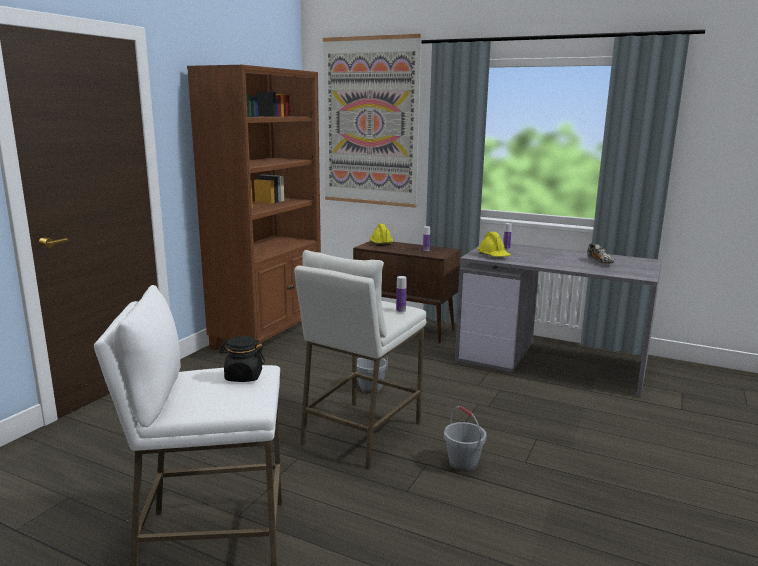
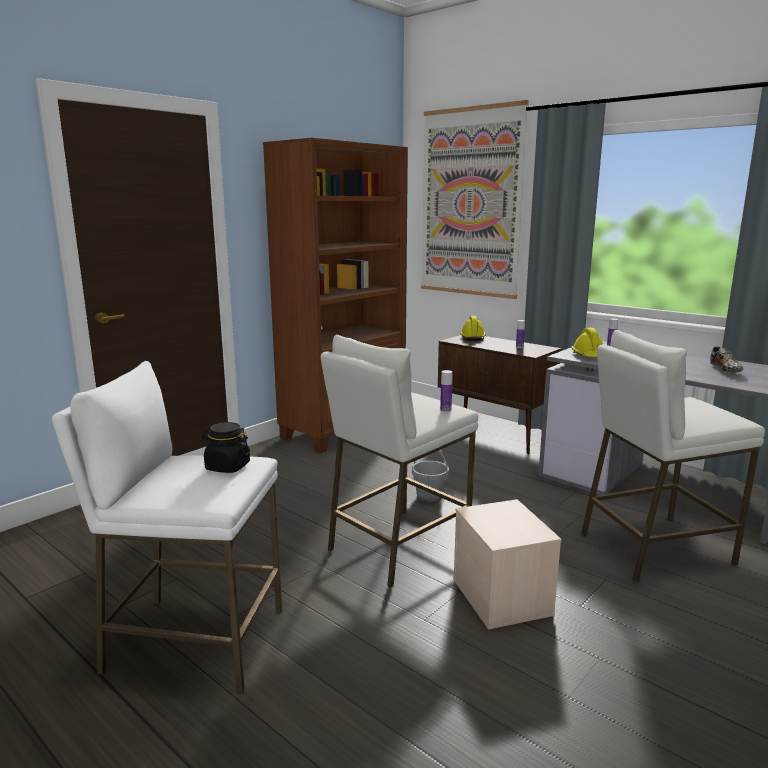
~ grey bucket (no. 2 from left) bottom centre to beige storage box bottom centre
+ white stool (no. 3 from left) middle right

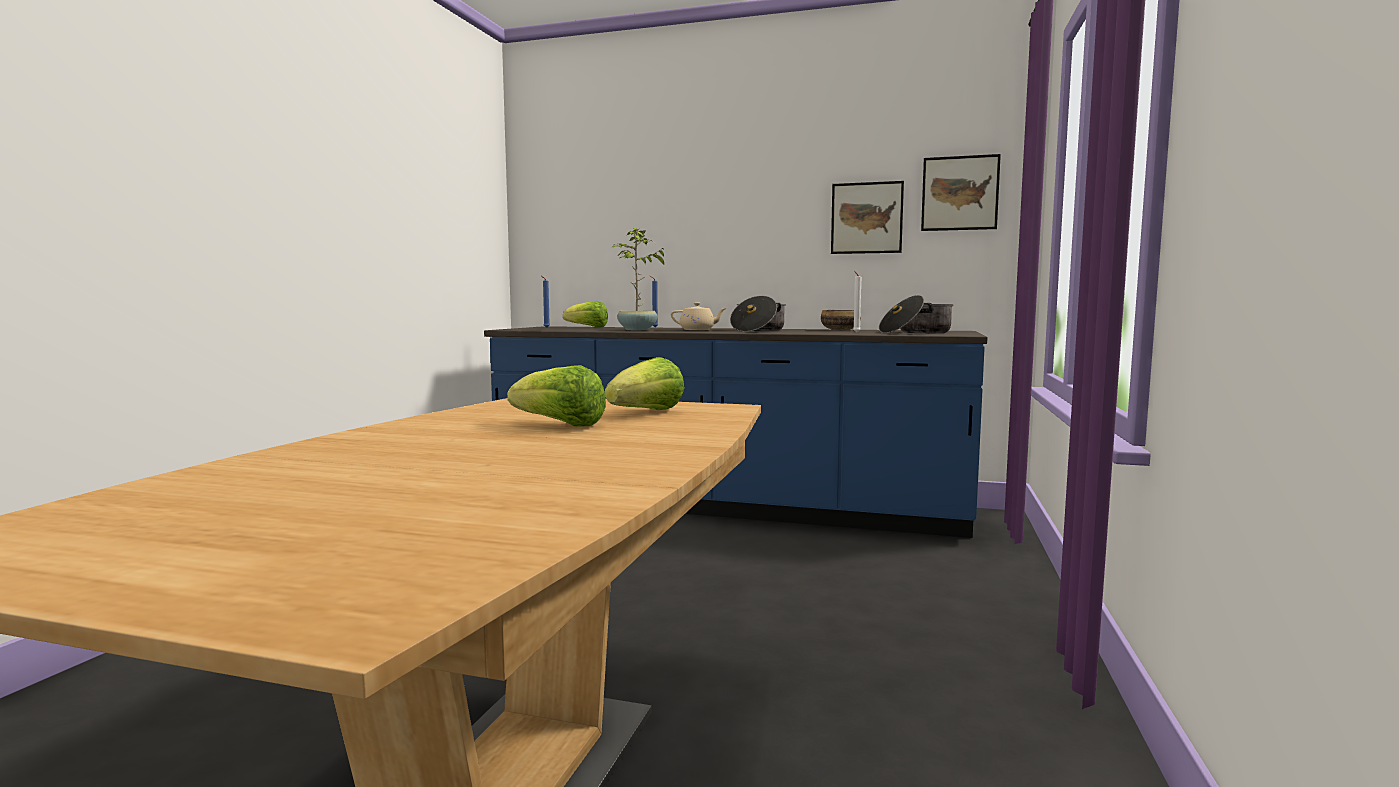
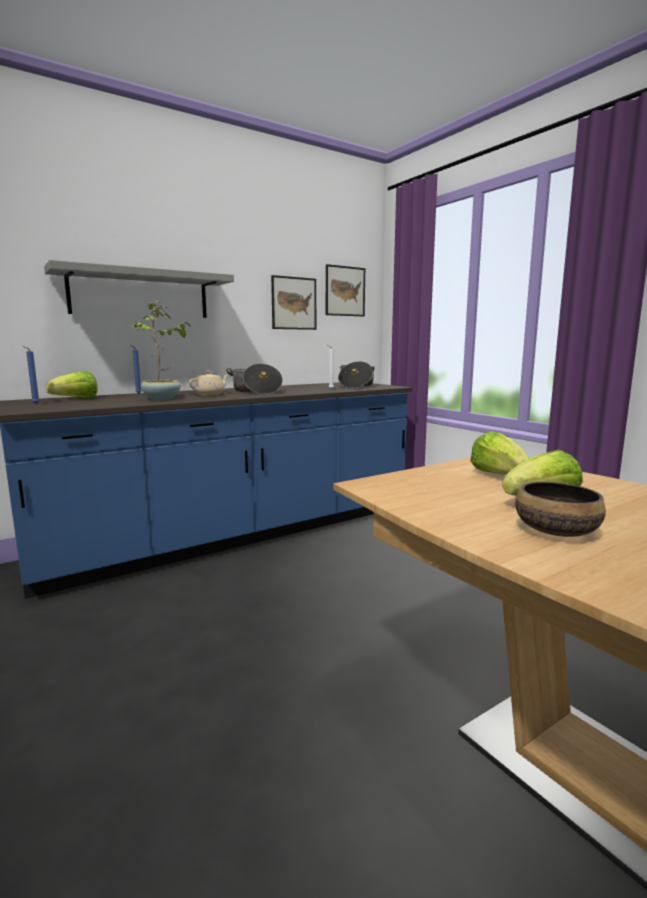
~ bowl centre to middle right
+ grey shelf top left

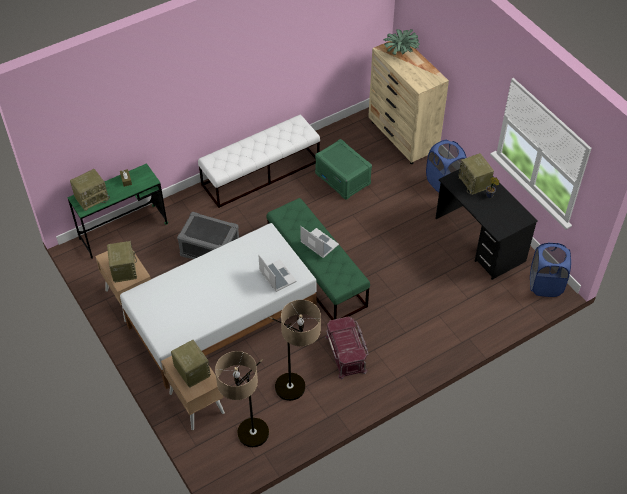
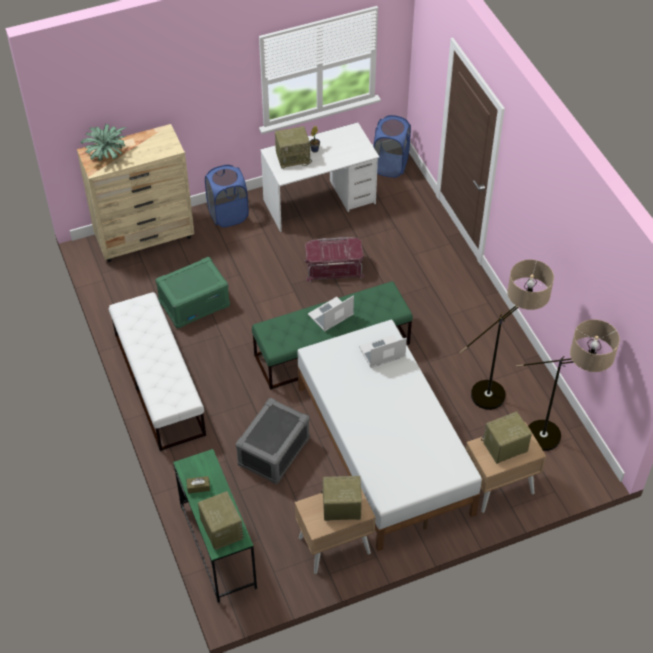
~ red storage box bottom centre to centre
~ black desk middle right to white desk top centre

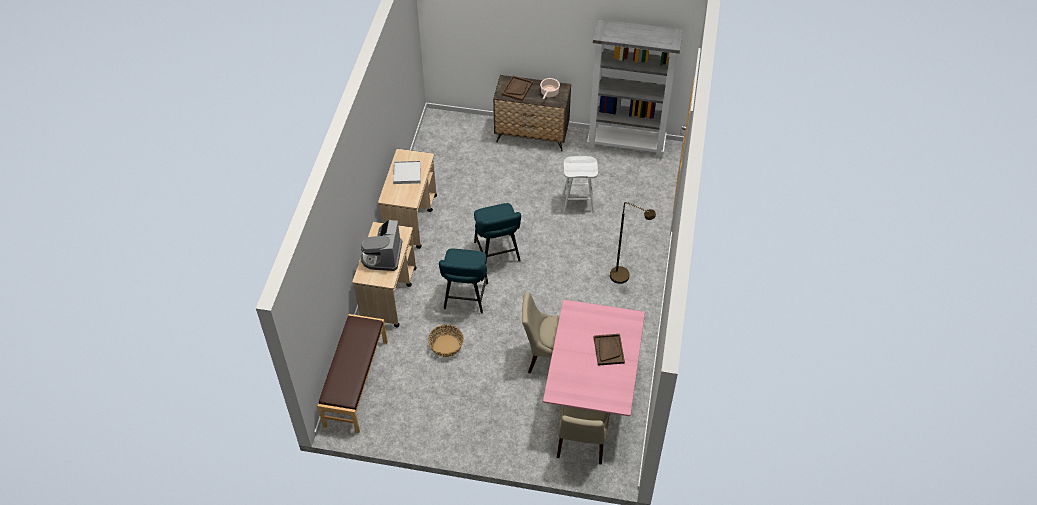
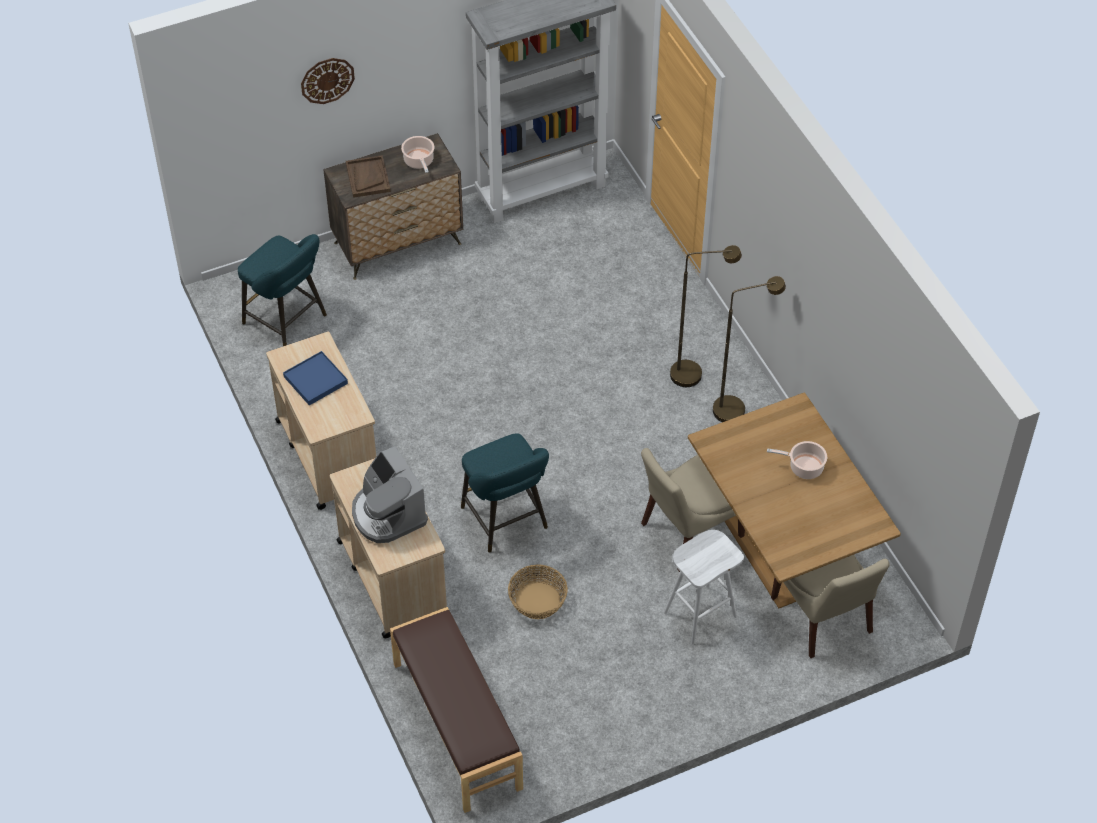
~ white tray centre to blue tray middle left
~ turquoise stool (no. 2 from left in the first image) centre to turquoise stool (no. 1 from left) middle left
~ pink dining table bottom centre to brown dining table middle right
~ white stool centre to bottom centre
~ brown tray (no. 2 from left) bottom centre to cooking pot (no. 2 from left) middle right
+ wall clock top left
+ brown floor lamp (no. 2 from left) middle right

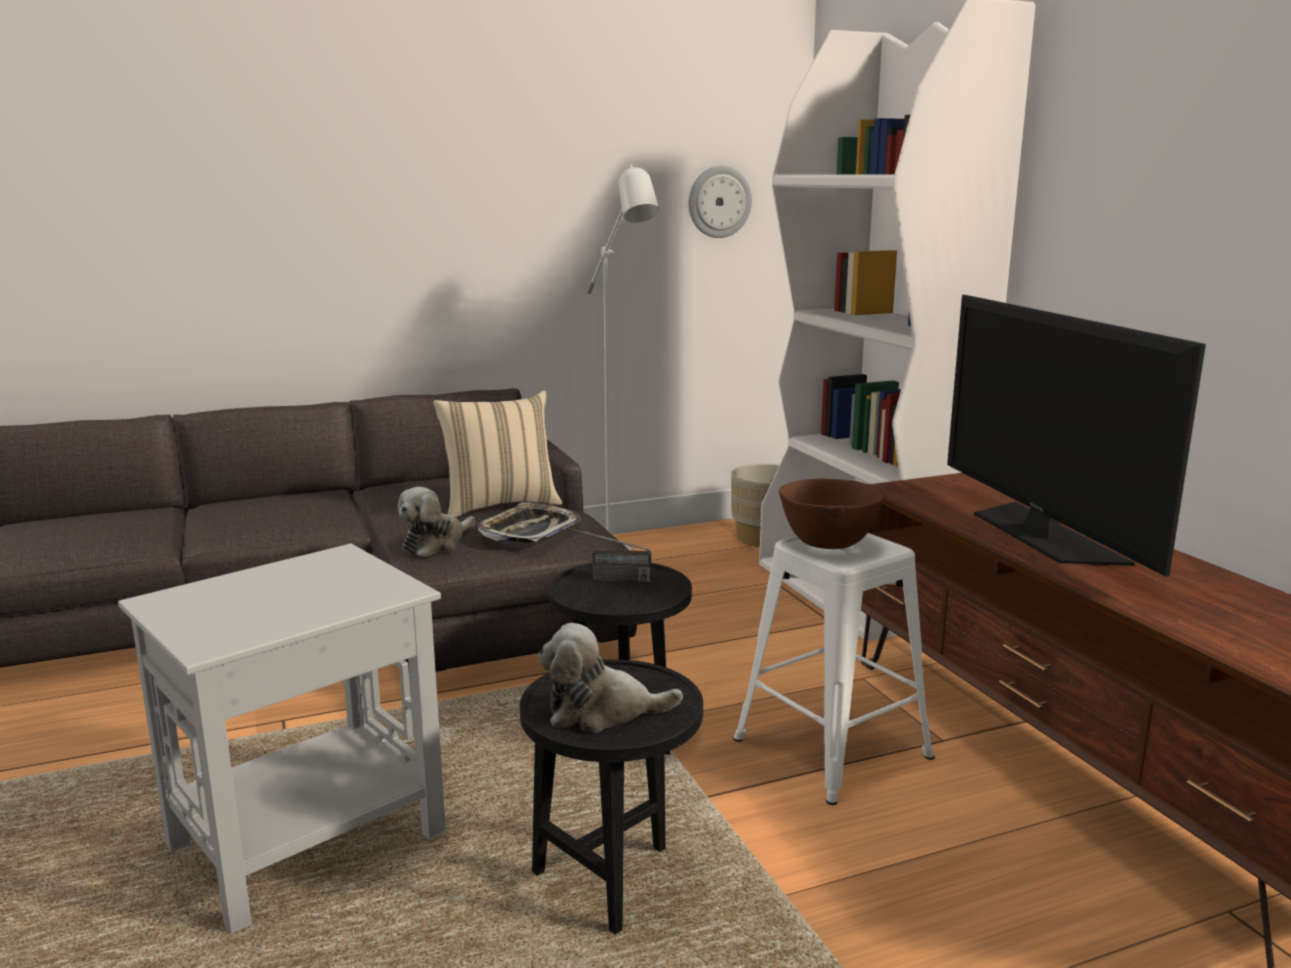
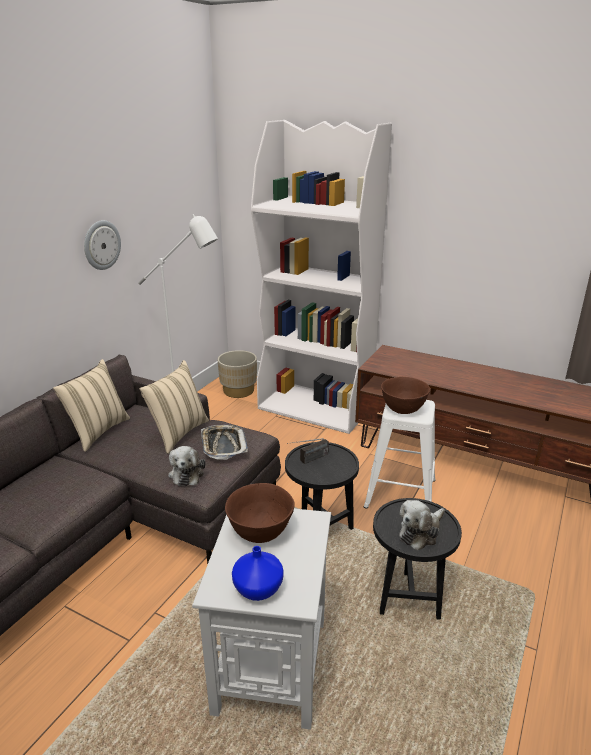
~ wall clock top centre to top left
- television middle right
+ beige pillow (no. 1 from left) middle left
+ brown bowl (no. 1 from left) bottom centre
+ blue vase bottom centre

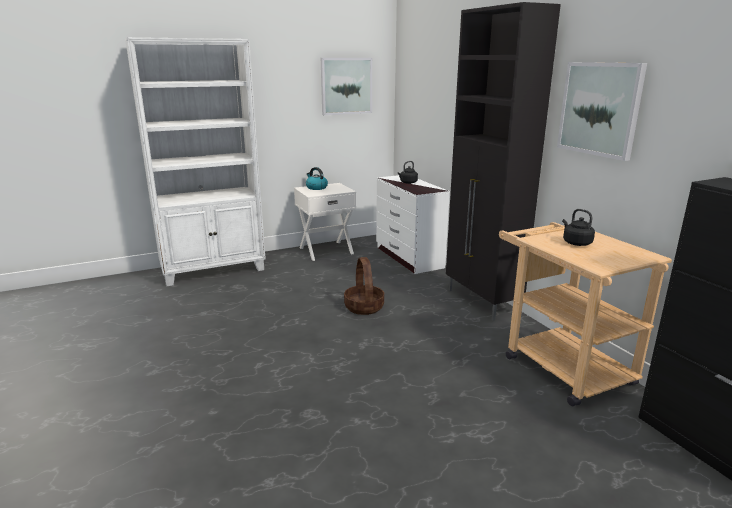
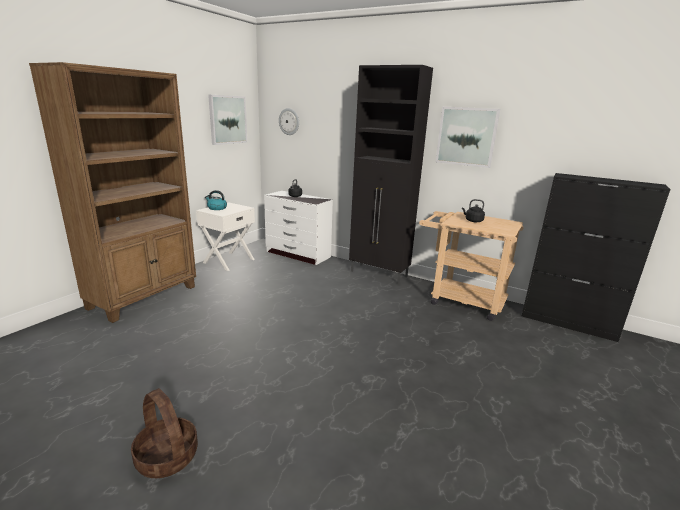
~ white bookcase top left to brown bookcase middle left
~ basket centre to bottom left
+ wall clock top centre

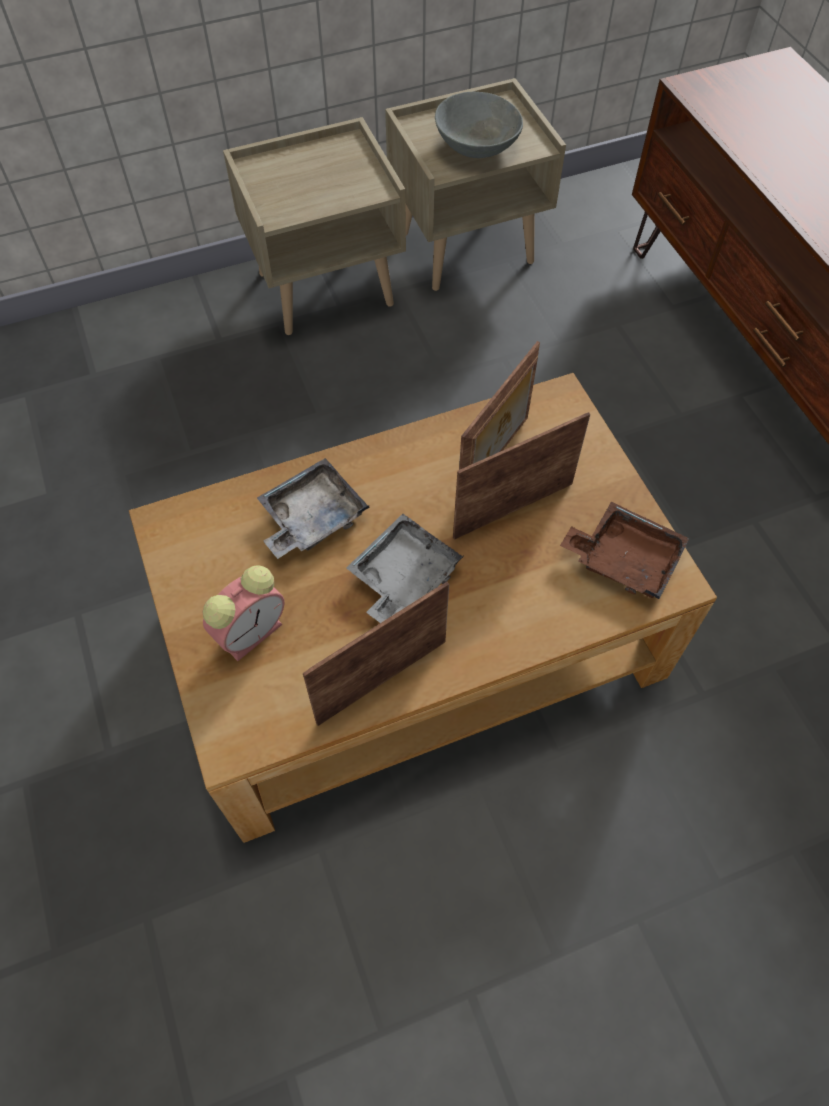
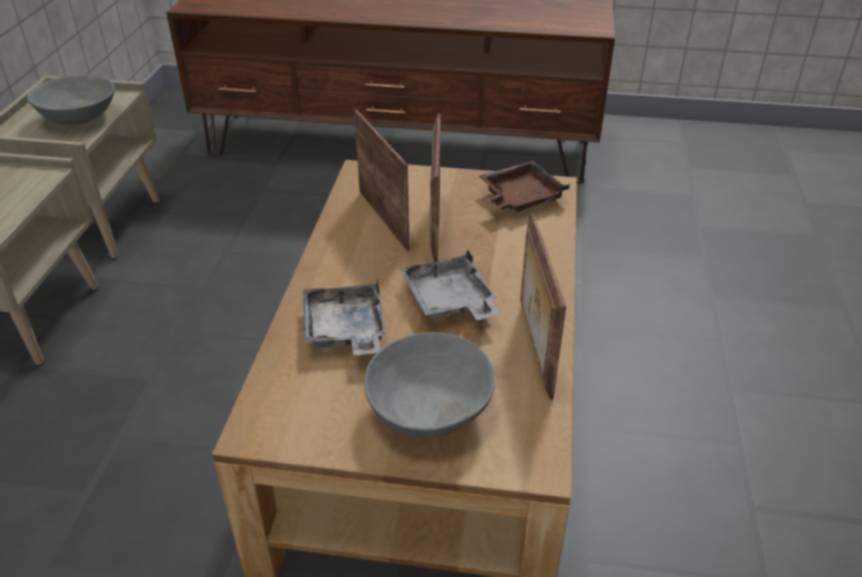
~ alarm clock middle left to grey bowl (no. 2 from left) bottom centre

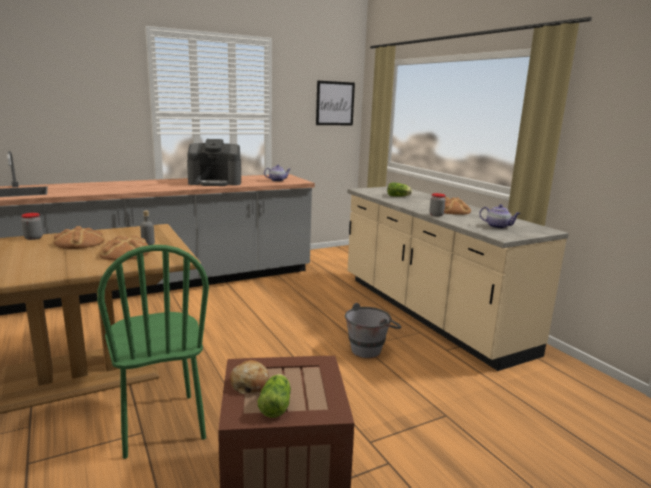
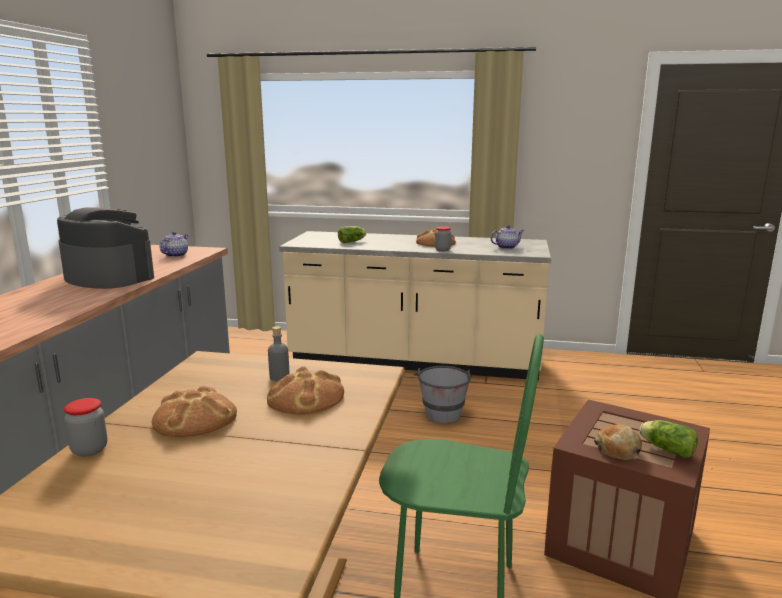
~ coffee machine top left = middle left 90 degrees counterclockwise
- picture top centre

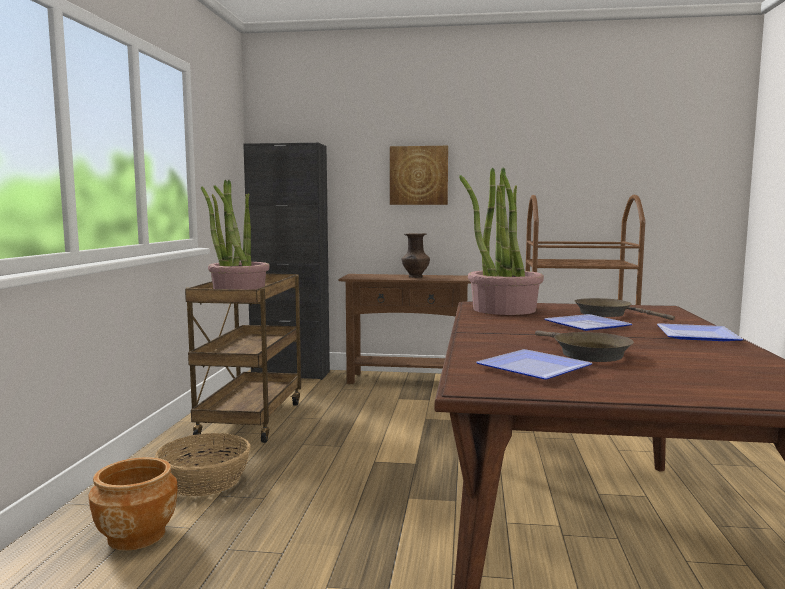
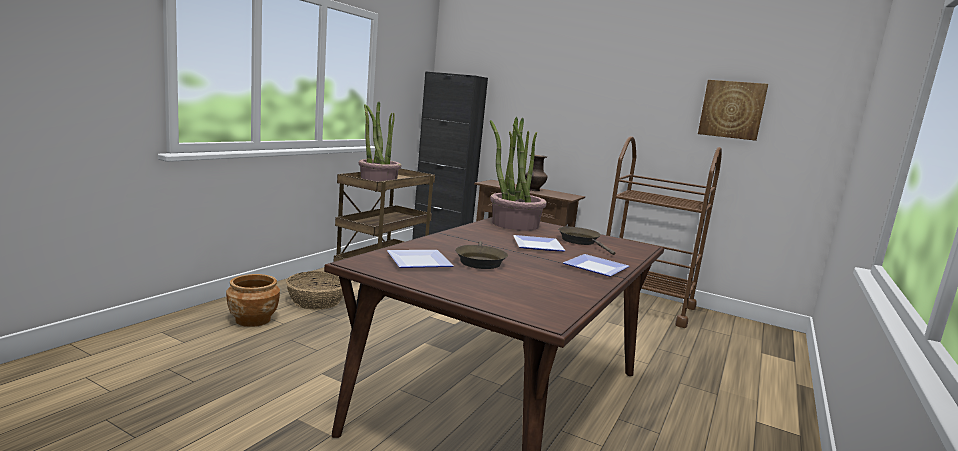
~ picture top centre to top right

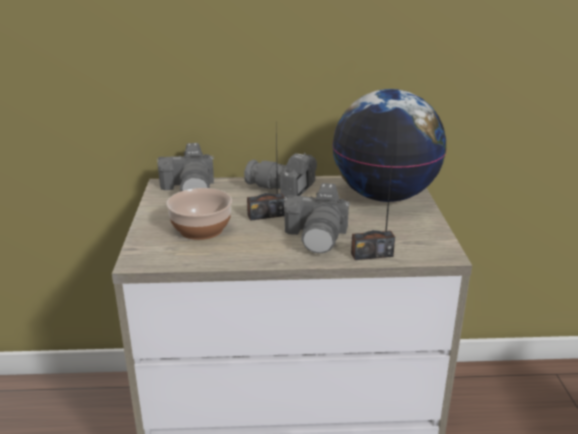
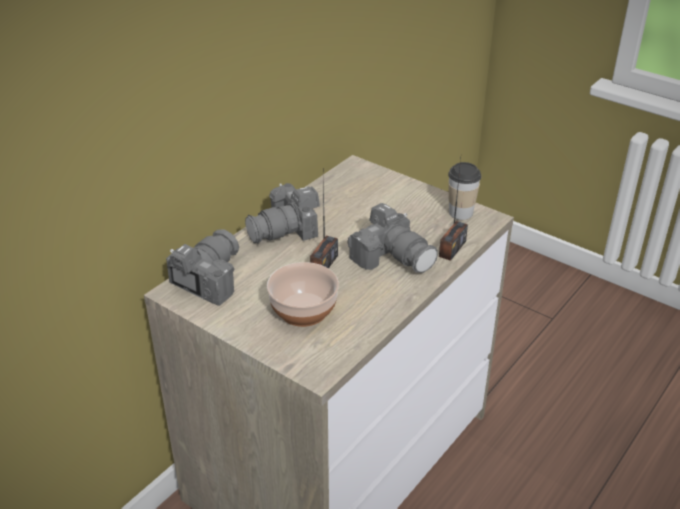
~ photo camera (no. 1 from left) middle left = middle left 90 degrees counterclockwise
- globe middle right
+ cup middle right

